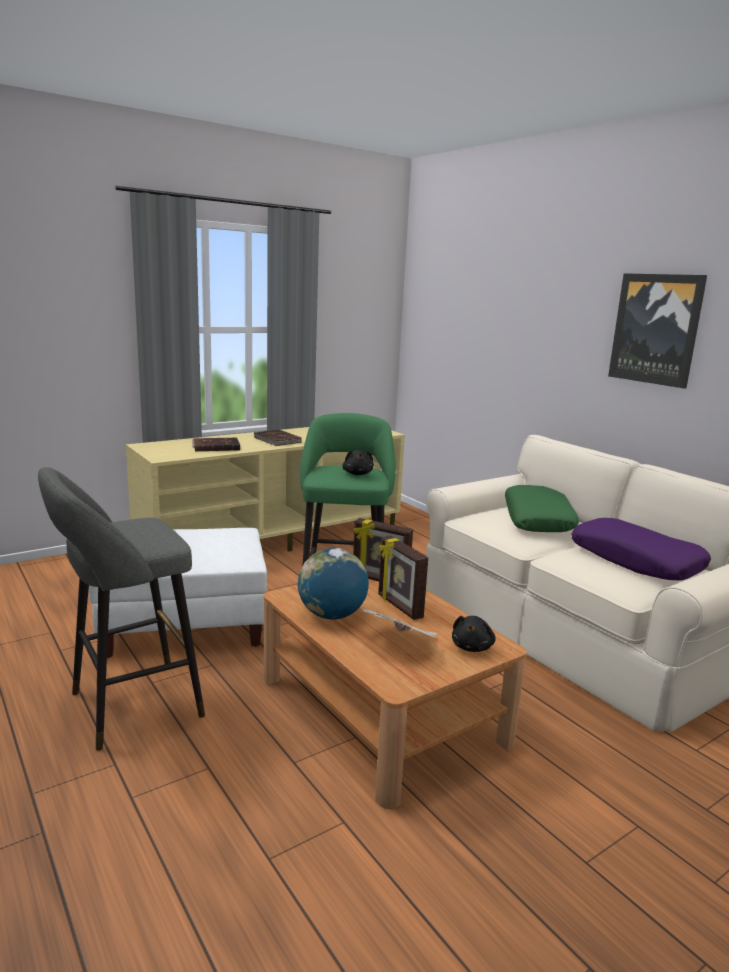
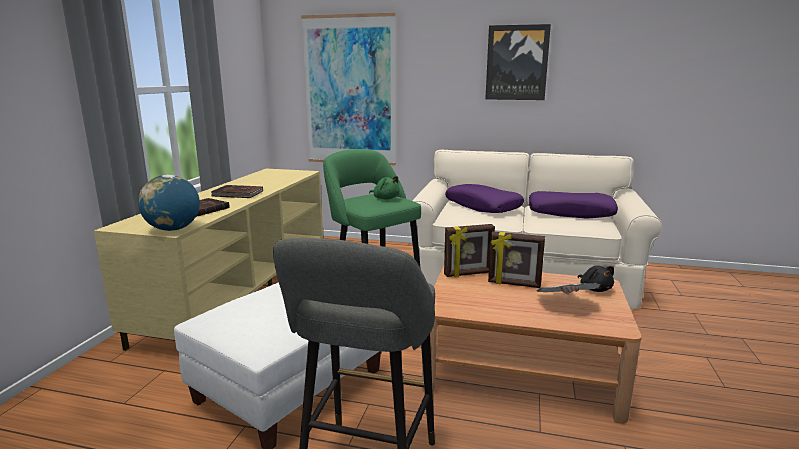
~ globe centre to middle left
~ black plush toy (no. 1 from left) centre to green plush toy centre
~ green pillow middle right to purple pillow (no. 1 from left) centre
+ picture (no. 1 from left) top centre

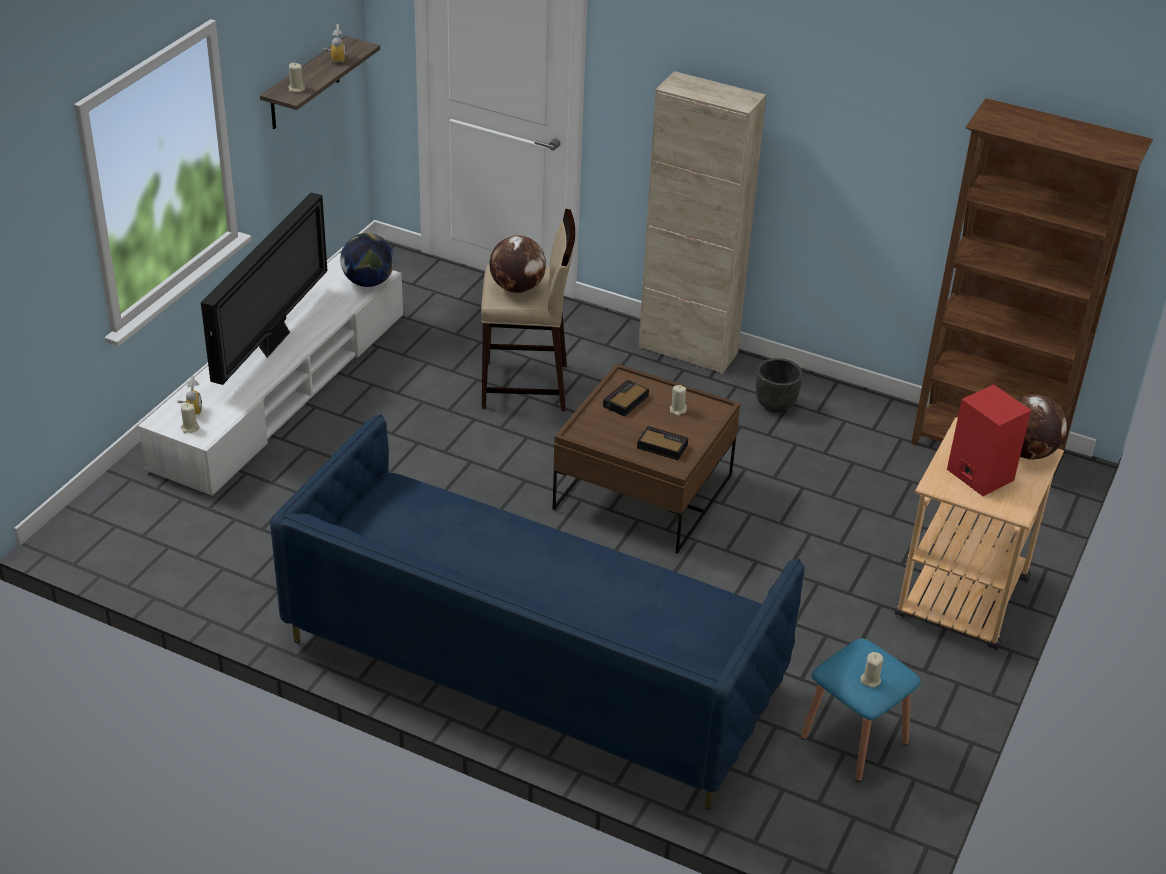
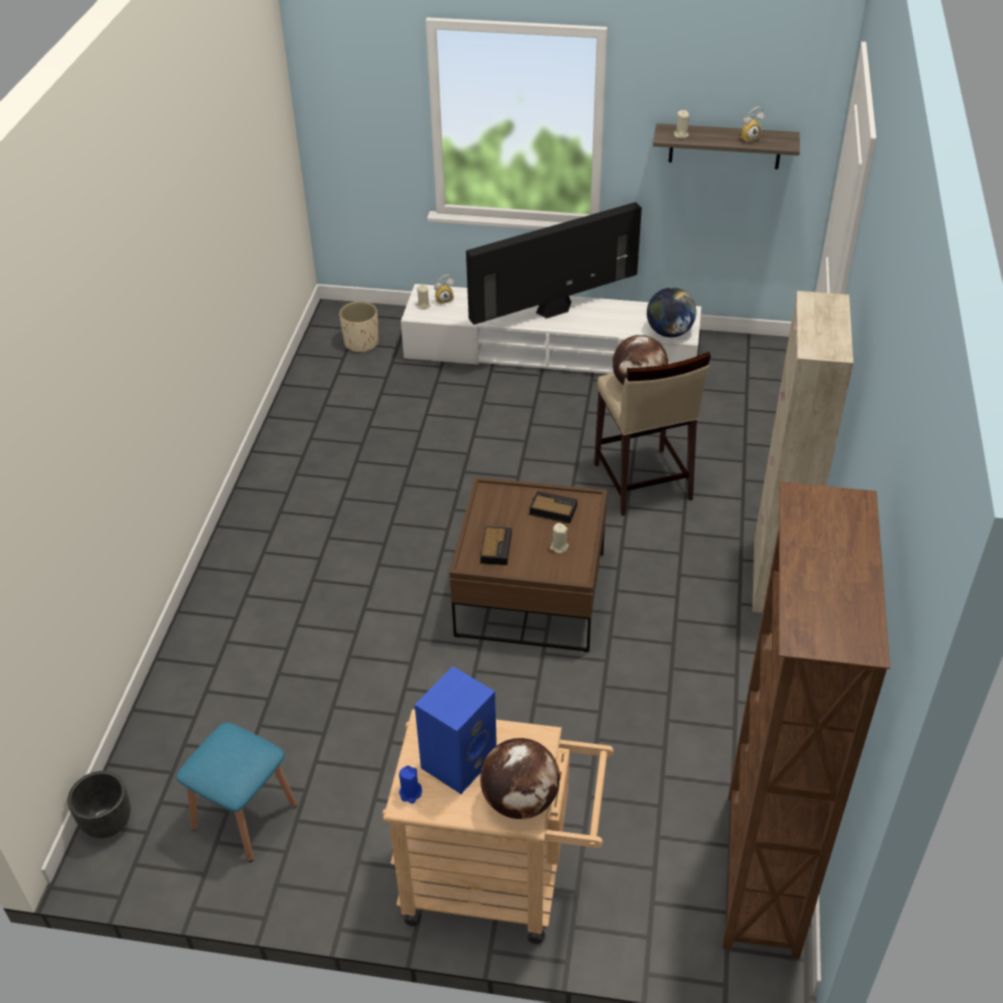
~ television top left = top centre 150 degrees clockwise
- blue sofa bottom centre
~ black planter middle right to bottom left
- beige candle (no. 4 from left) bottom right
~ red speaker middle right to blue speaker bottom centre
+ beige planter top centre
+ blue candle bottom centre

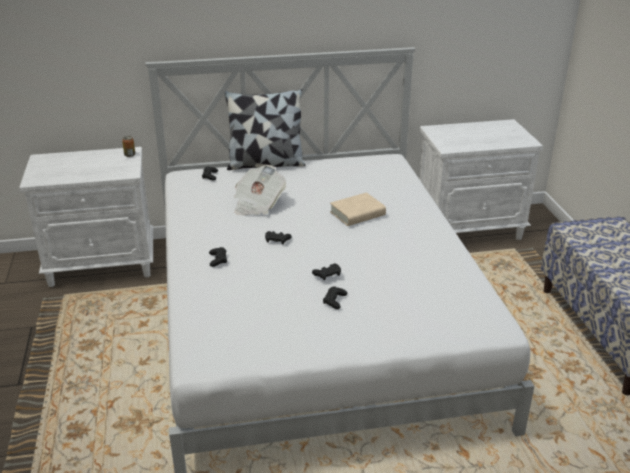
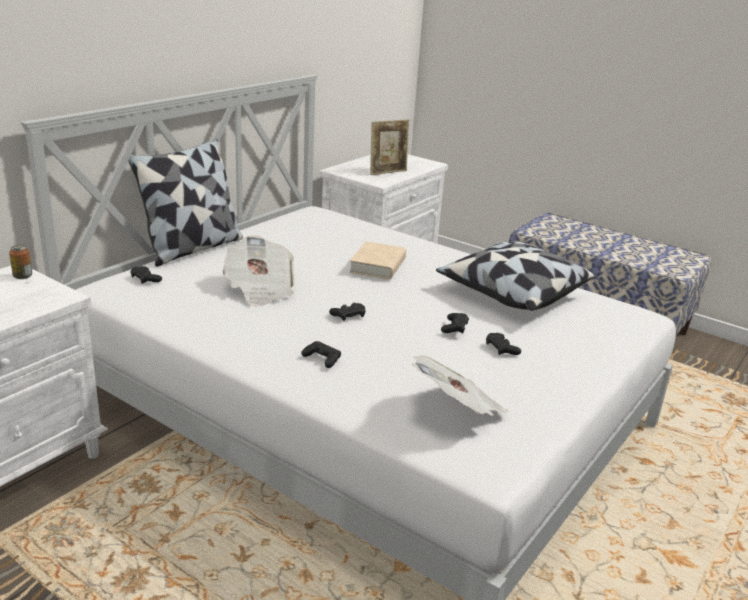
+ picture frame top centre
+ newspaper (no. 2 from left) centre
+ pillow (no. 2 from left) middle right

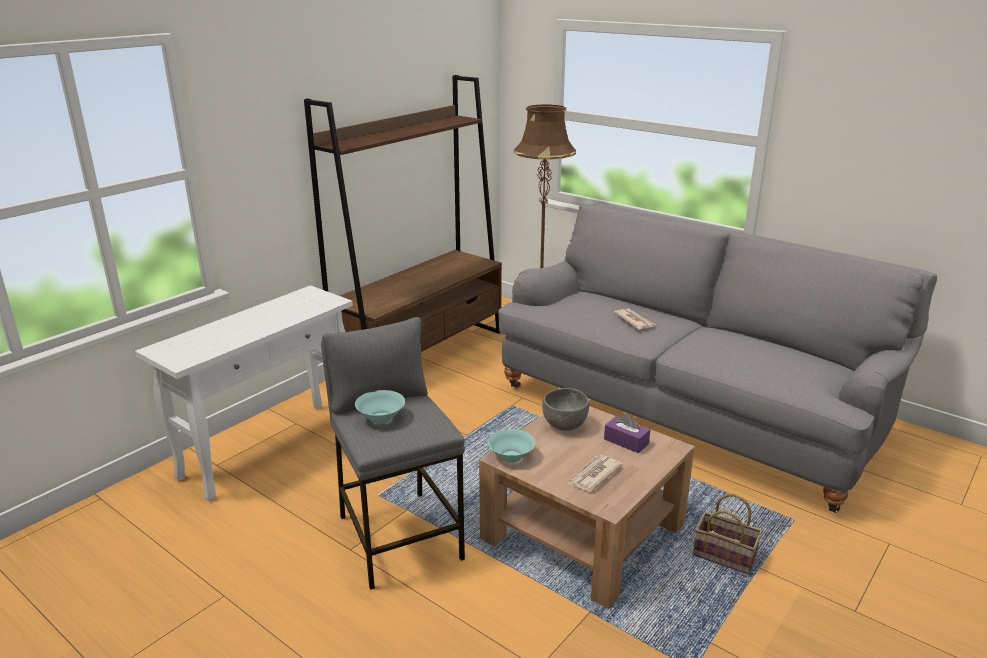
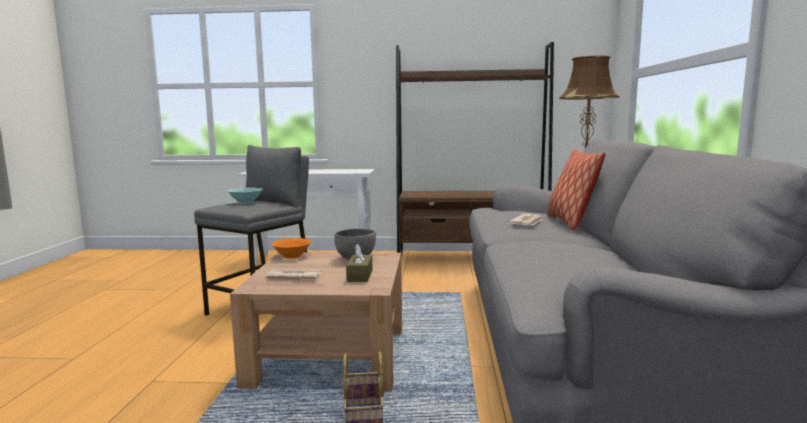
~ turquoise bowl (no. 2 from left) bottom centre to orange bowl centre
~ purple tissue box centre to brown tissue box centre
+ pillow middle right

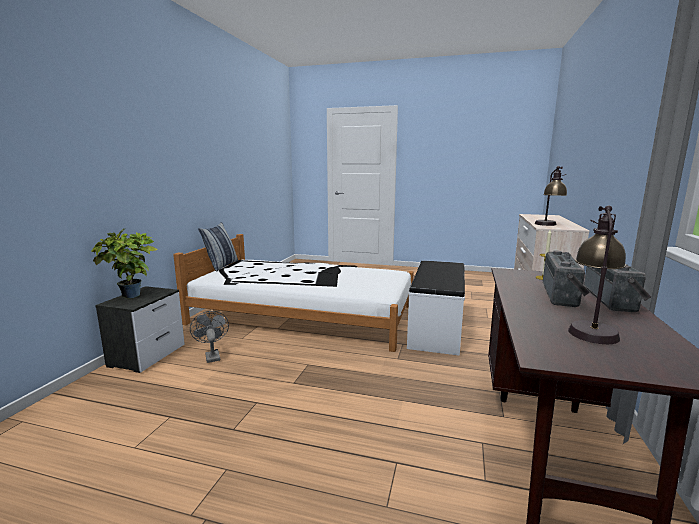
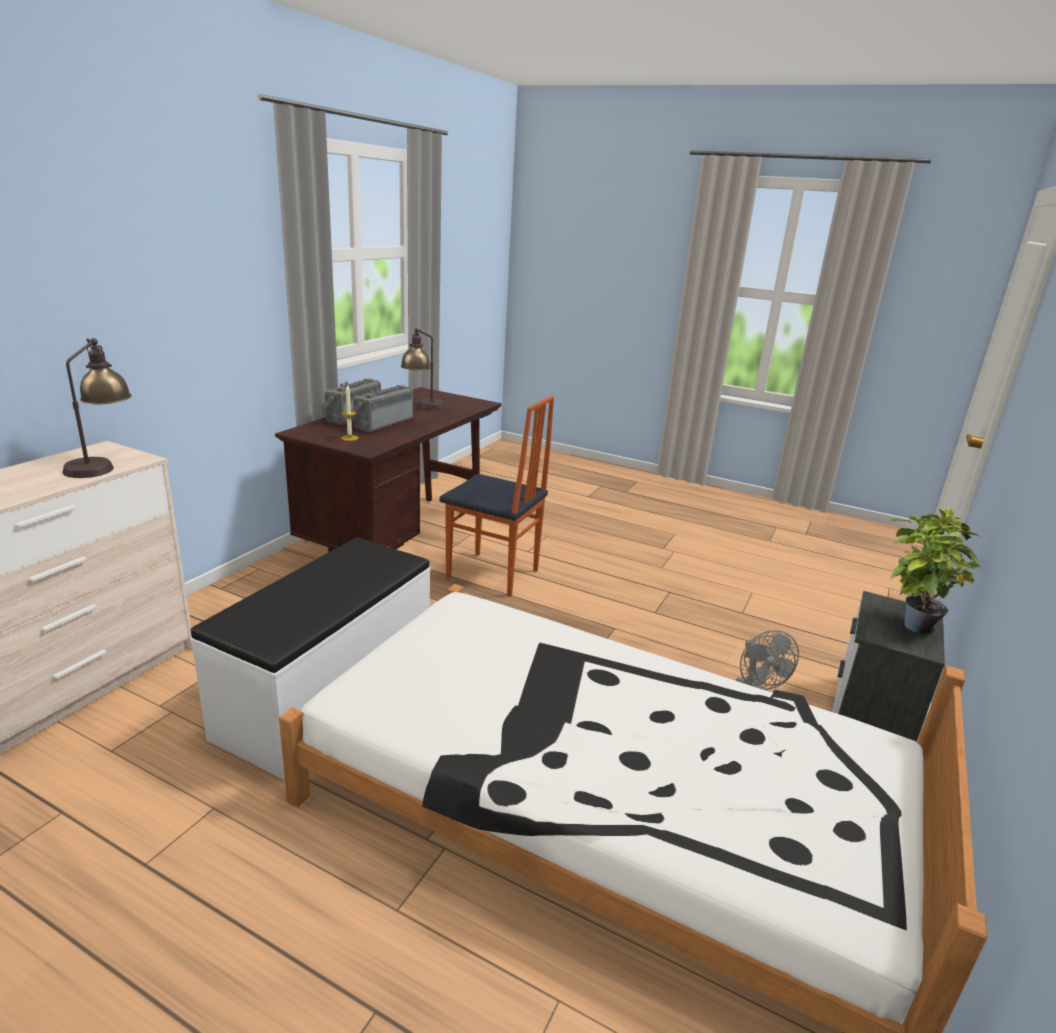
- pillow middle left
+ chair centre

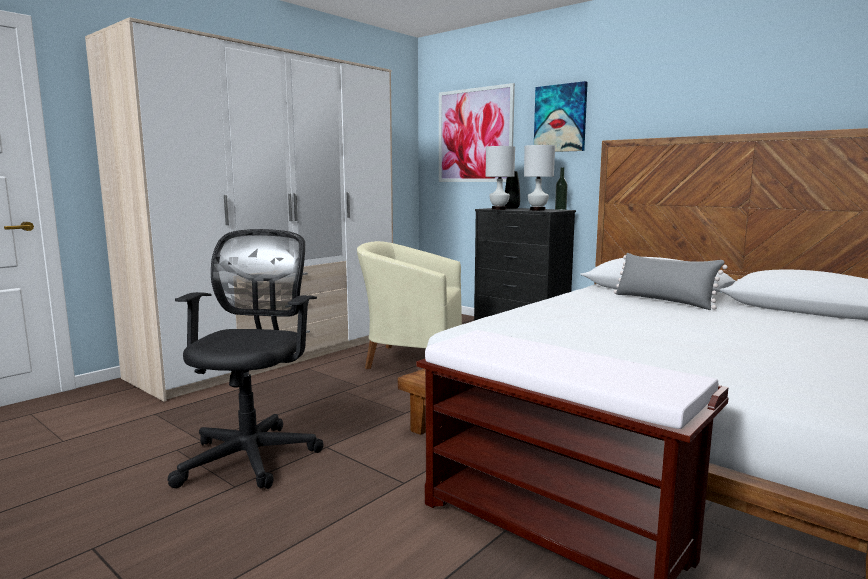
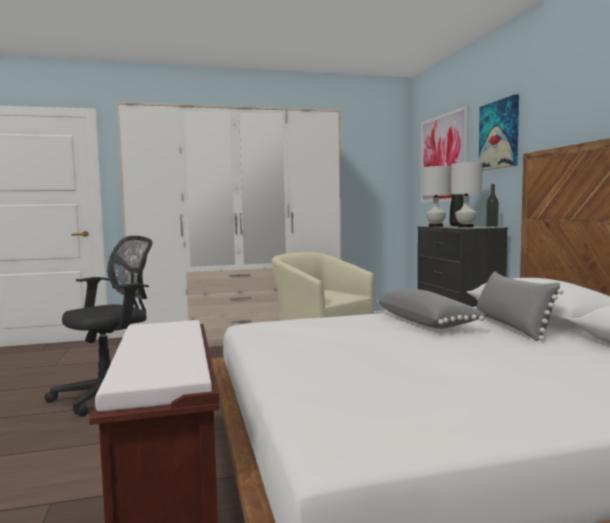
+ grey pillow (no. 1 from left) middle right

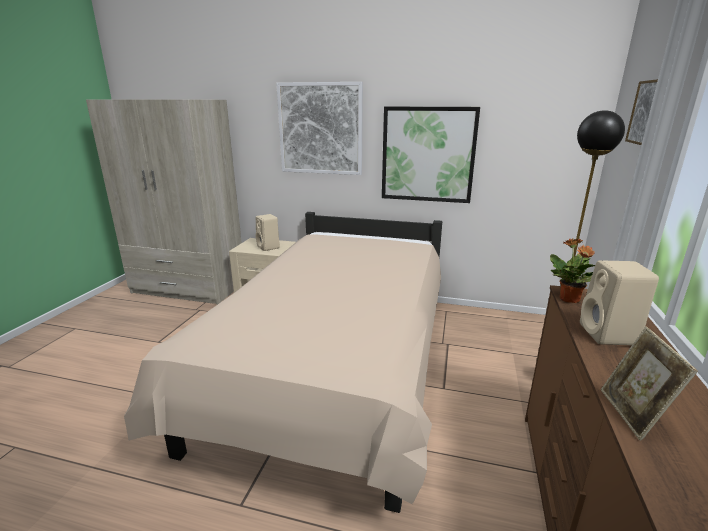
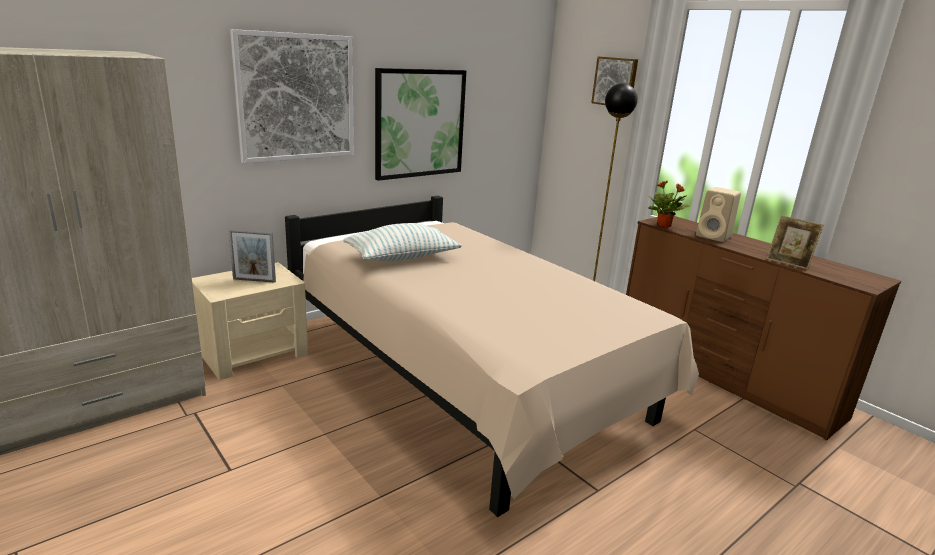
~ beige speaker (no. 1 from left) centre to picture frame (no. 1 from left) middle left
+ pillow centre

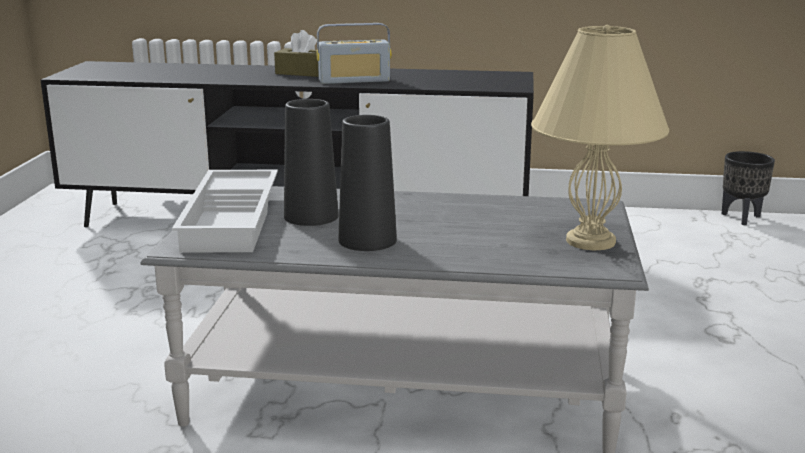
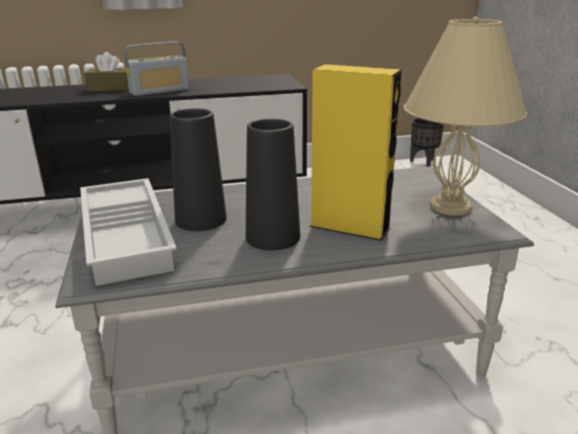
+ yellow speaker centre

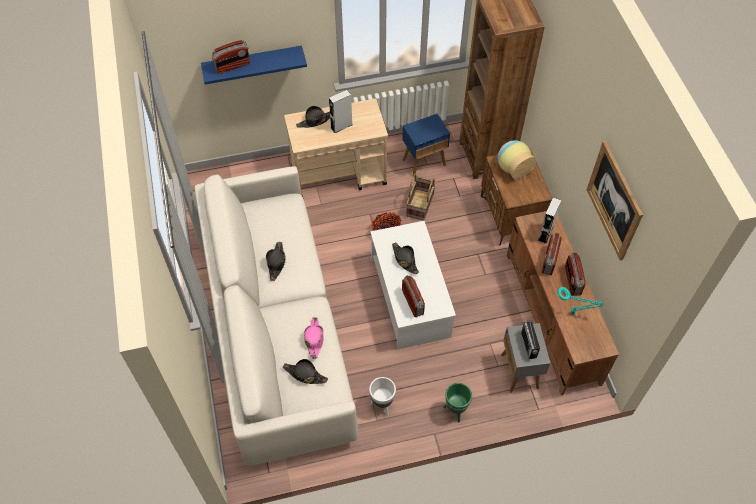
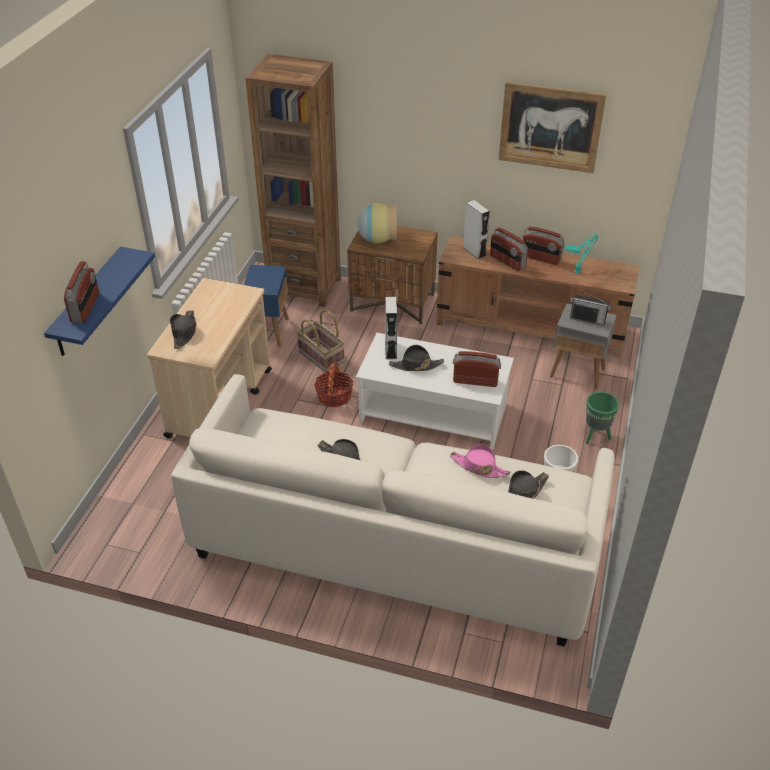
~ grey speaker (no. 1 from left) top centre to centre

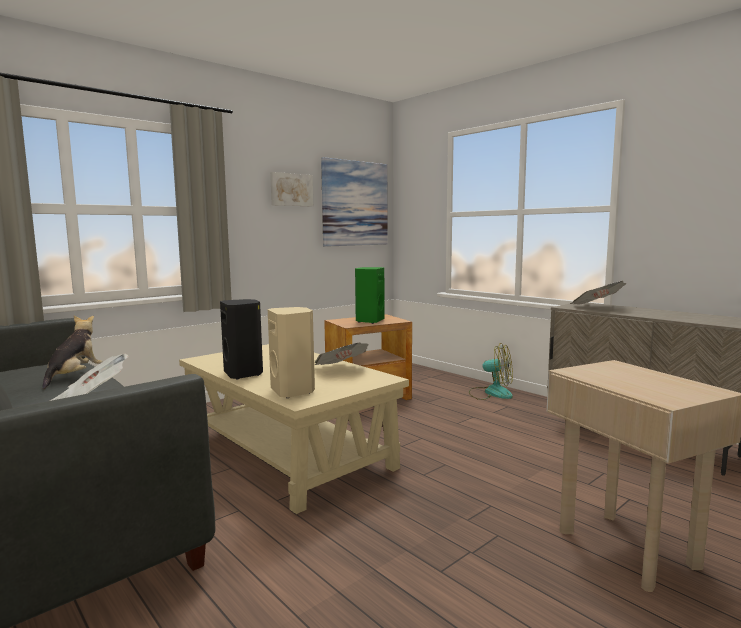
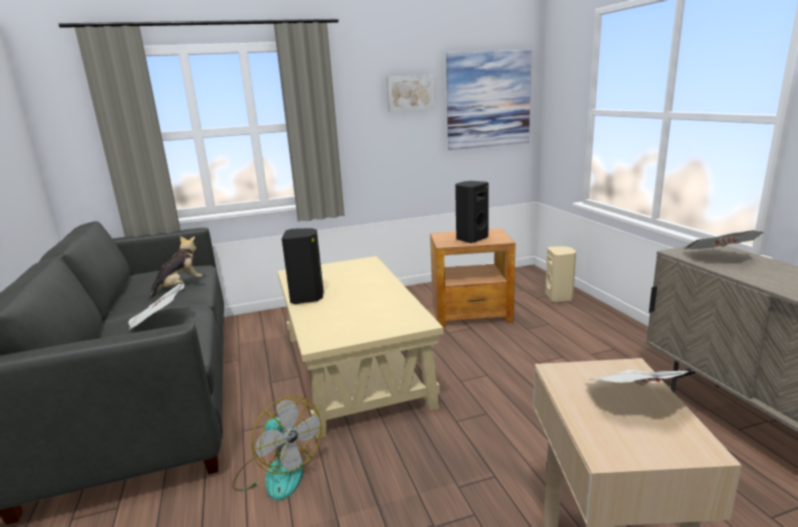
~ beige speaker centre to middle right
~ newspaper (no. 2 from left) centre to bottom right
~ green speaker centre to black speaker (no. 2 from left) centre
~ fan centre to bottom centre

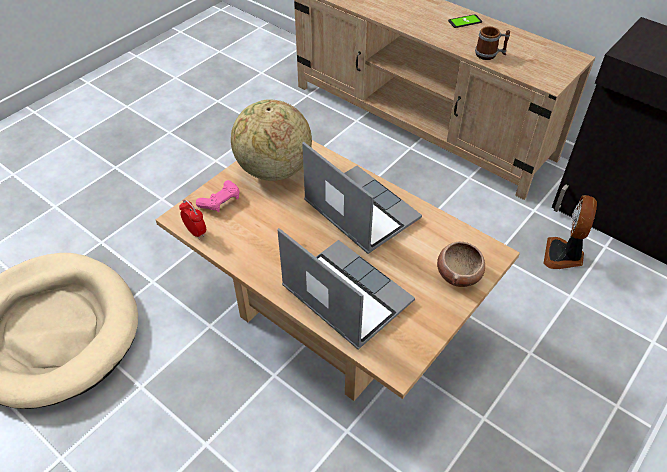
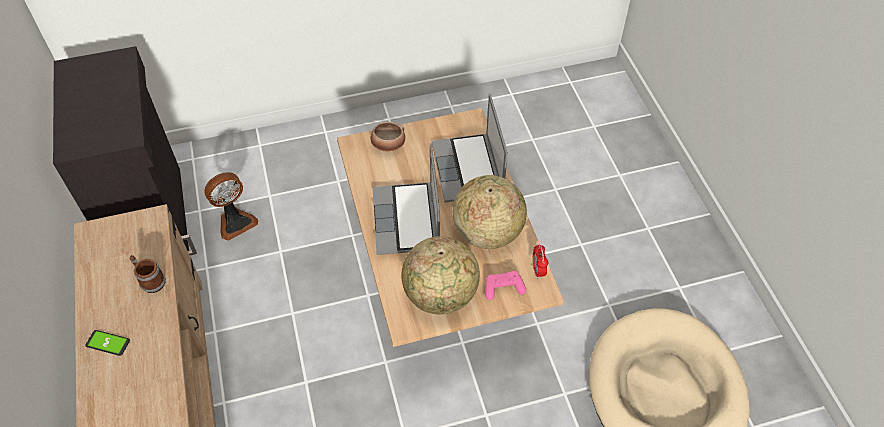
+ globe (no. 2 from left) centre

